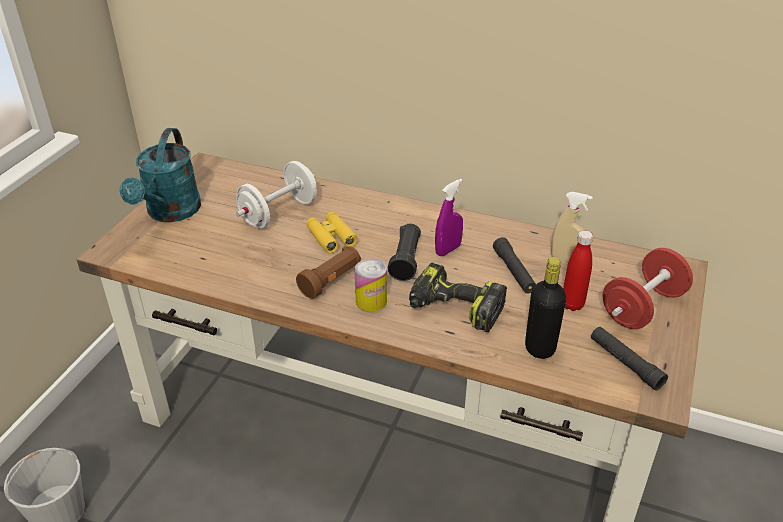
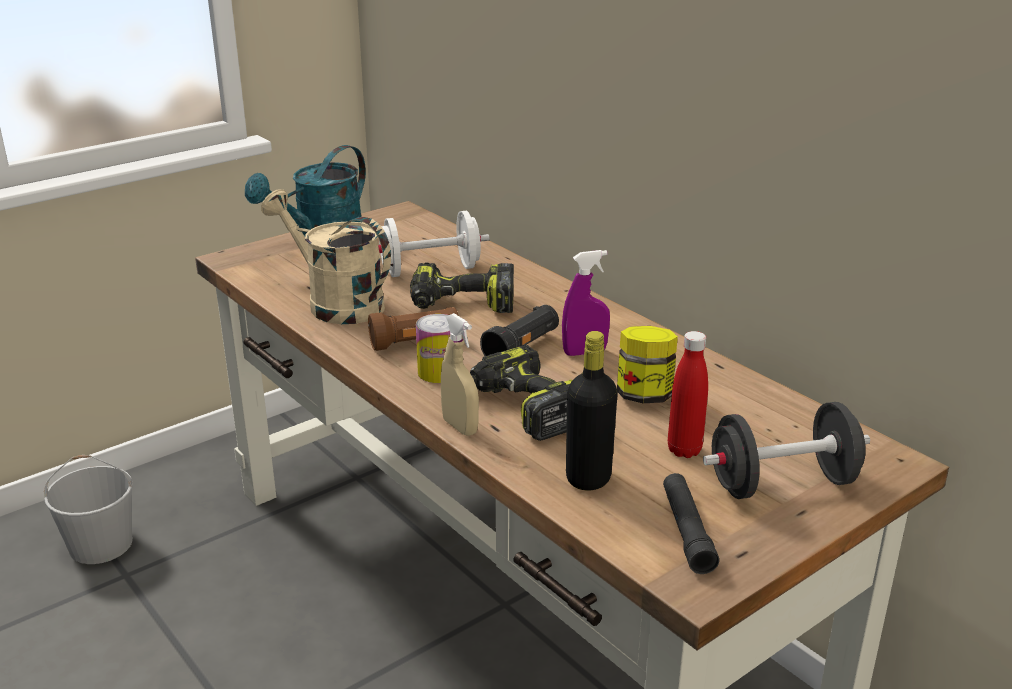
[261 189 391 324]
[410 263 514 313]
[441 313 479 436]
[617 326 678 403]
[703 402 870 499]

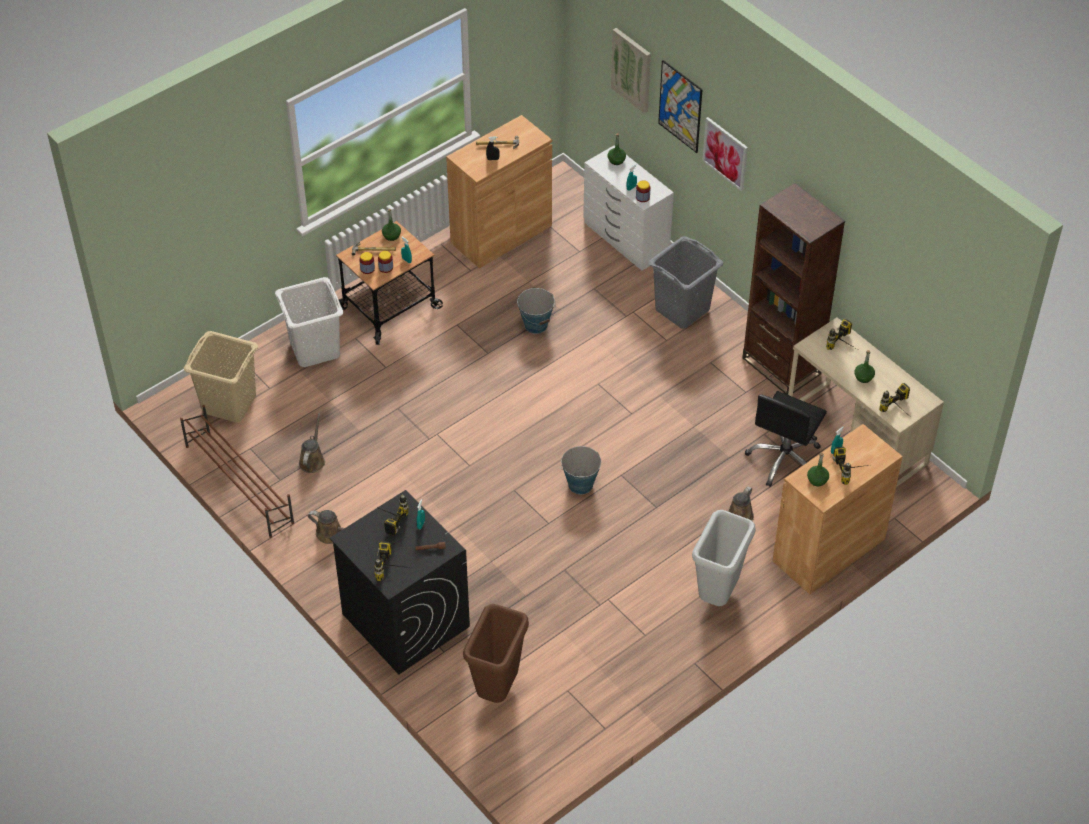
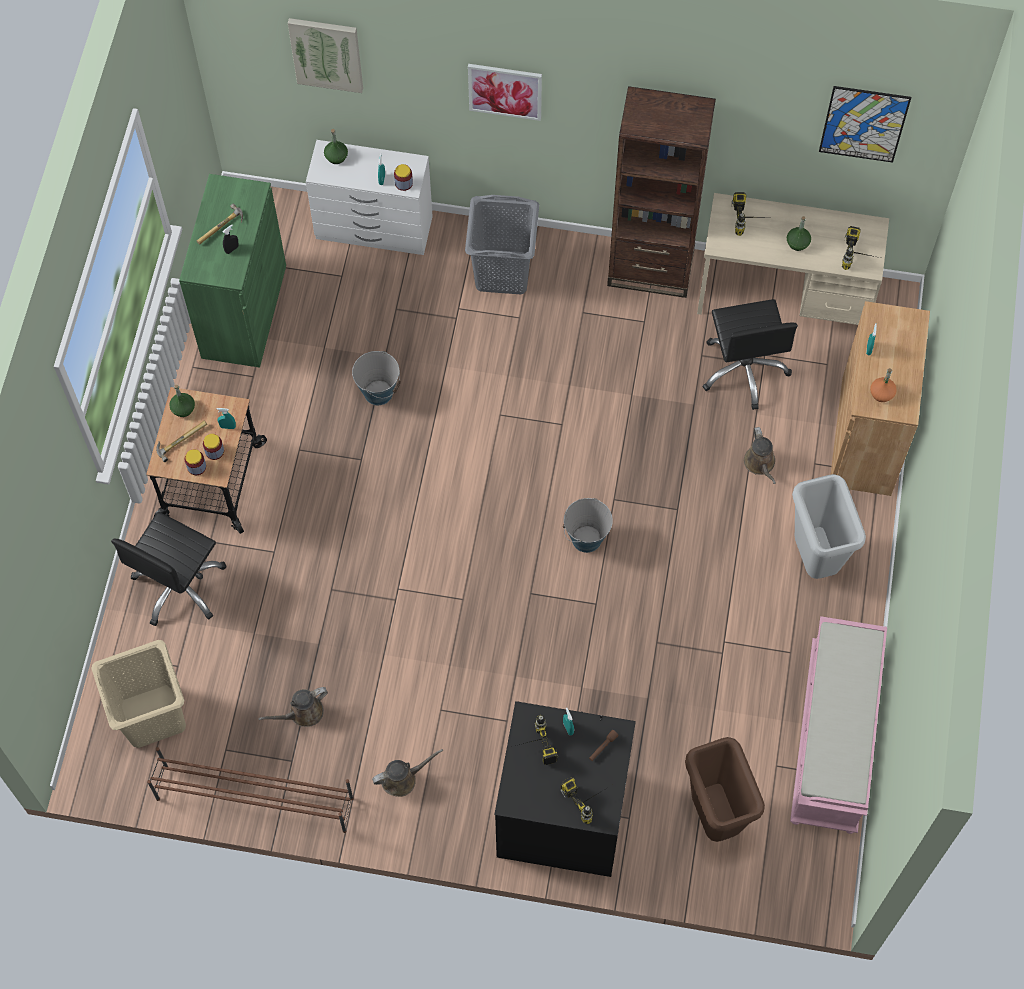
[111 512 227 626]
[179 174 286 368]
[258 687 328 727]
[790 616 887 834]
[819 86 911 163]
[870 368 897 402]
[833 447 868 485] (first image)

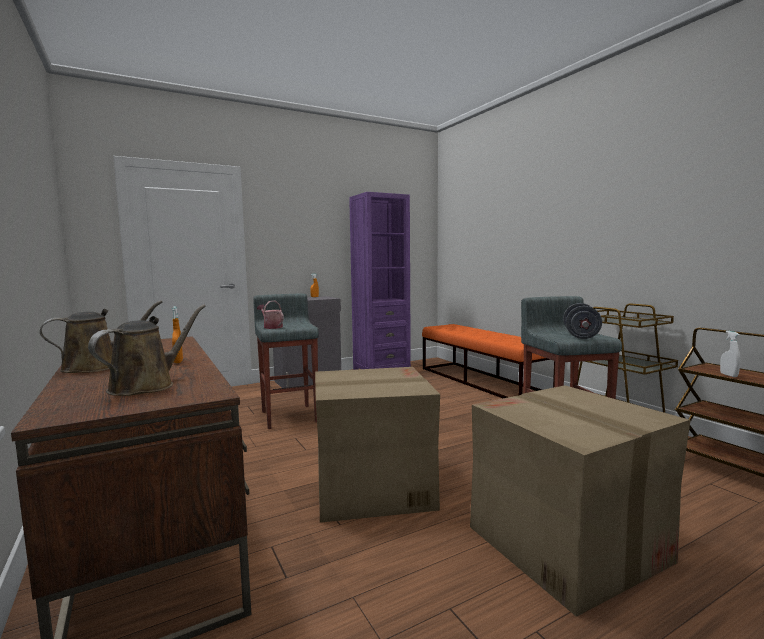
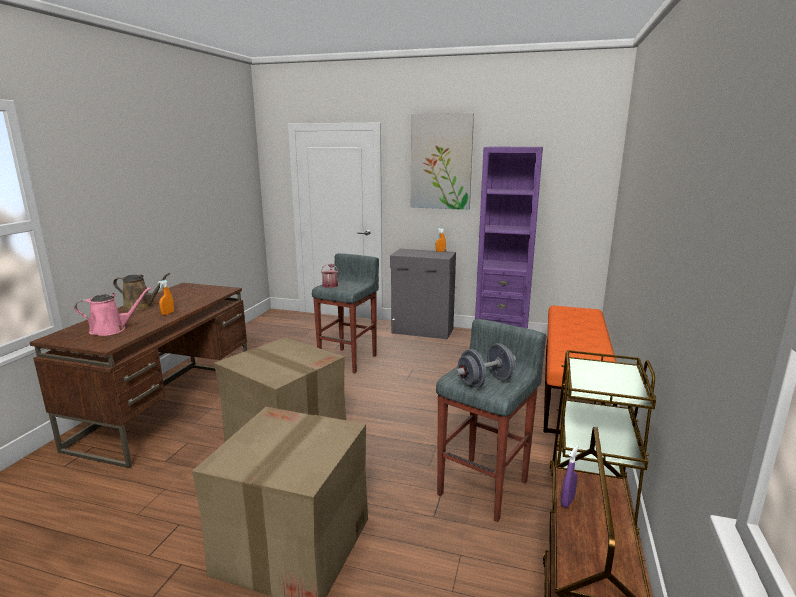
[74 287 152 336]
[411 113 474 210]
[561 445 579 508]

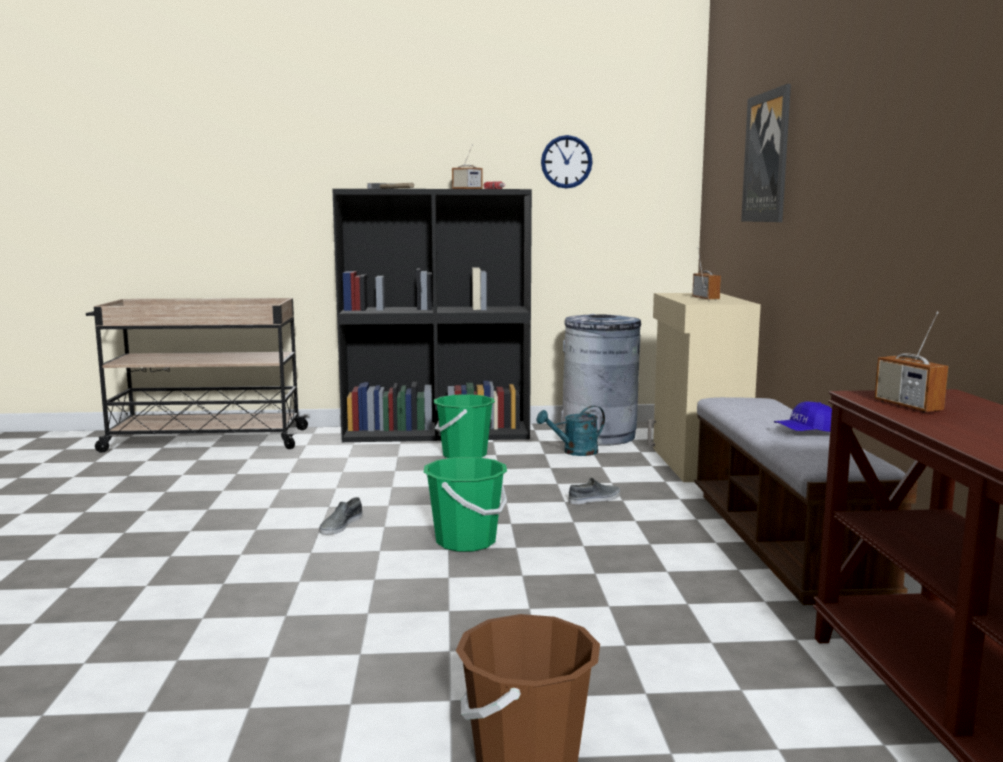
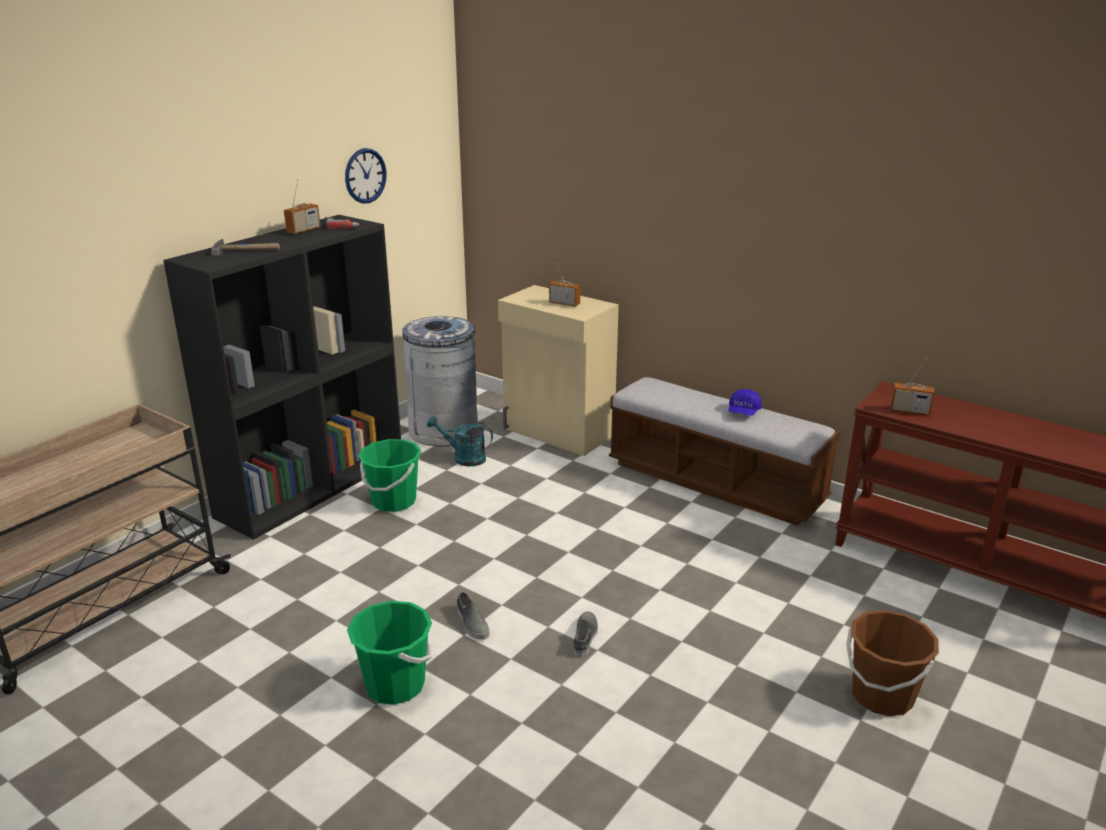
[347 601 432 705]
[427 415 493 466]
[573 611 598 657]
[741 84 791 222] (first image)

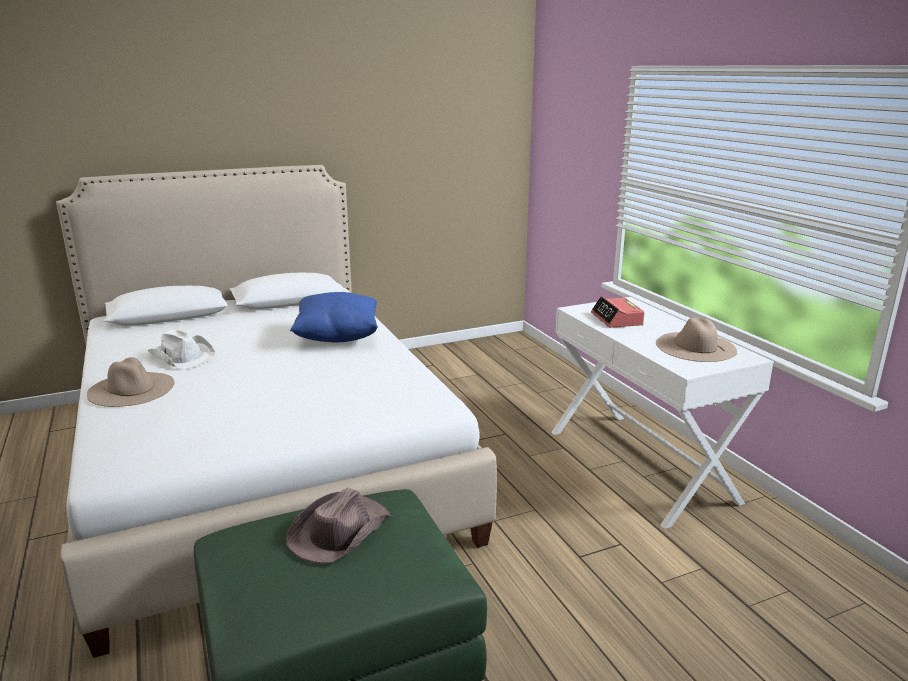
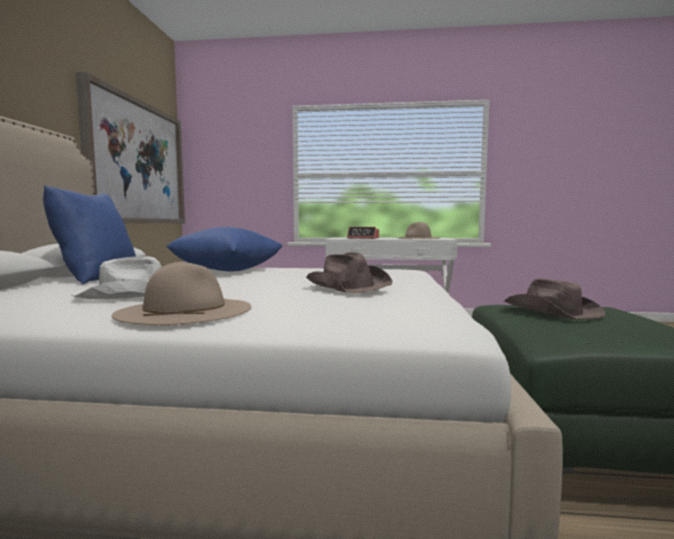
[43 186 136 284]
[76 72 185 223]
[306 252 393 294]

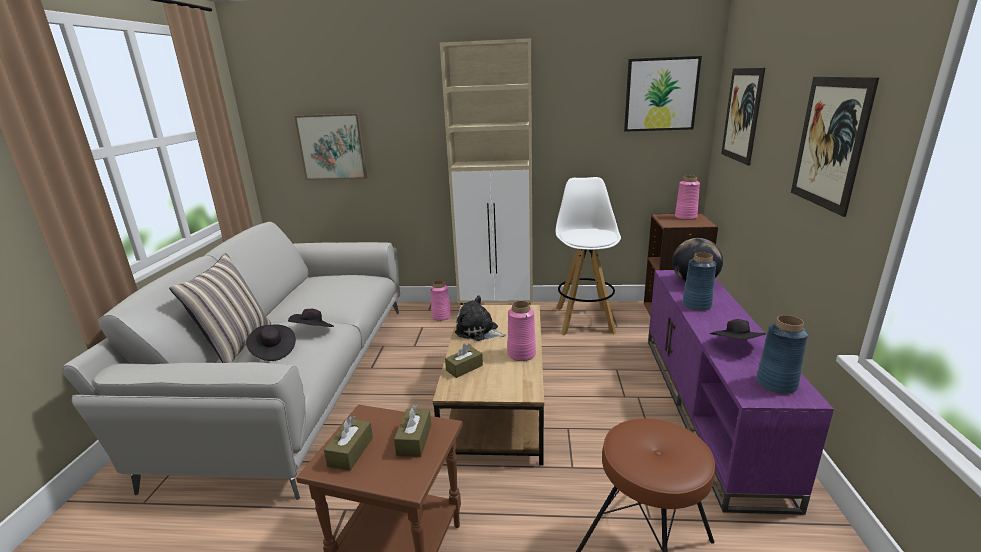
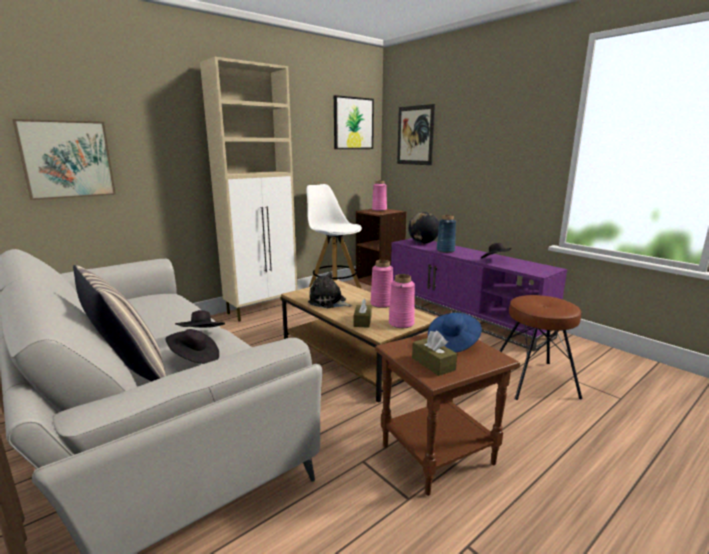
[308 272 353 308]
[389 274 415 328]
[428 313 482 352]
[756 315 808 394] (first image)
[791 76 879 217] (first image)

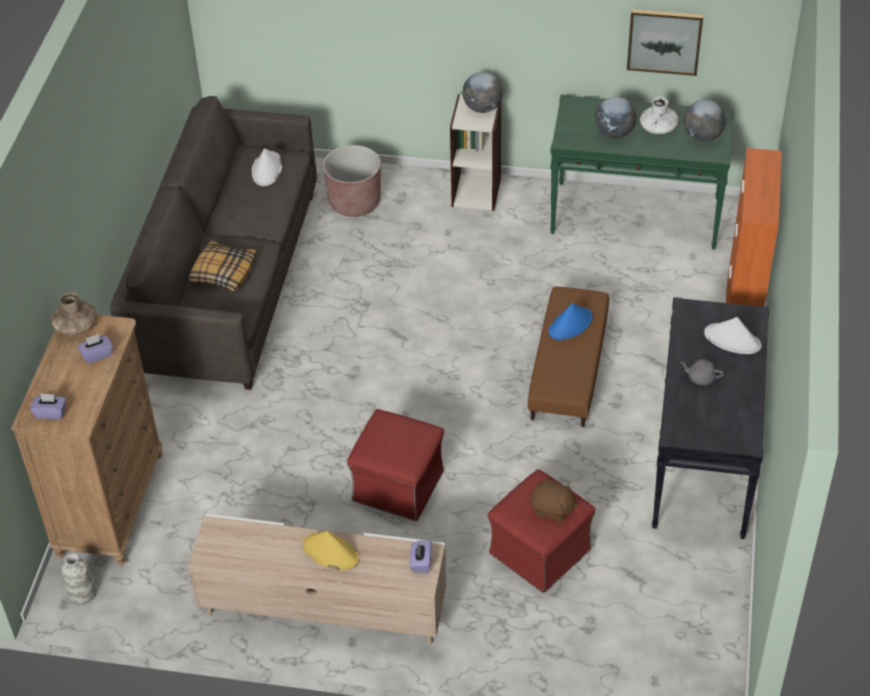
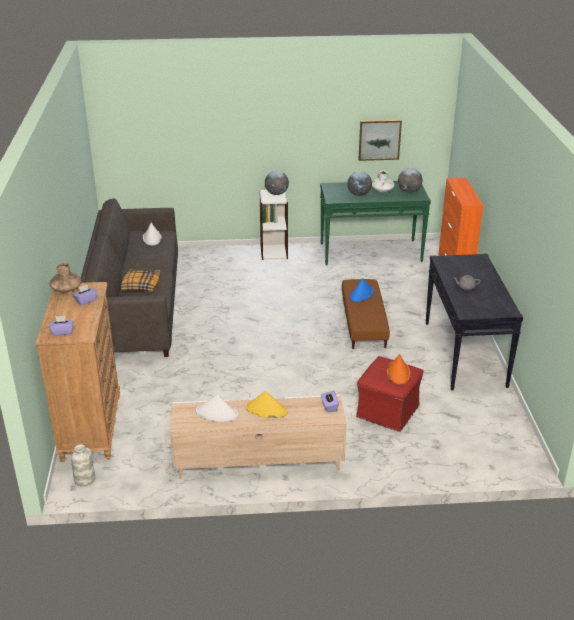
[196 394 238 422]
[387 354 411 384]
[323 145 381 217] (first image)
[347 409 444 521] (first image)

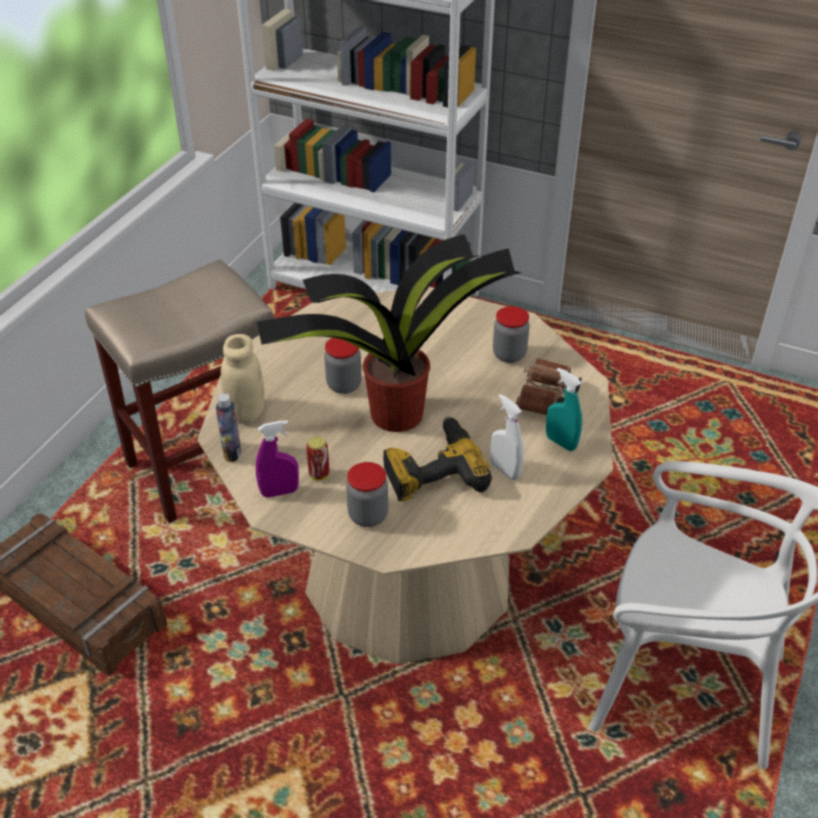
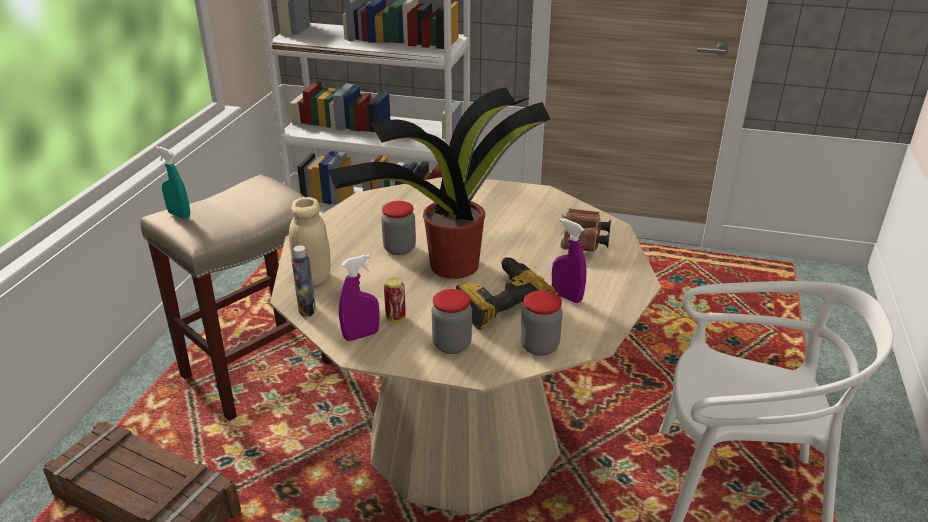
[156 146 190 219]
[521 291 562 356]
[552 218 587 303]

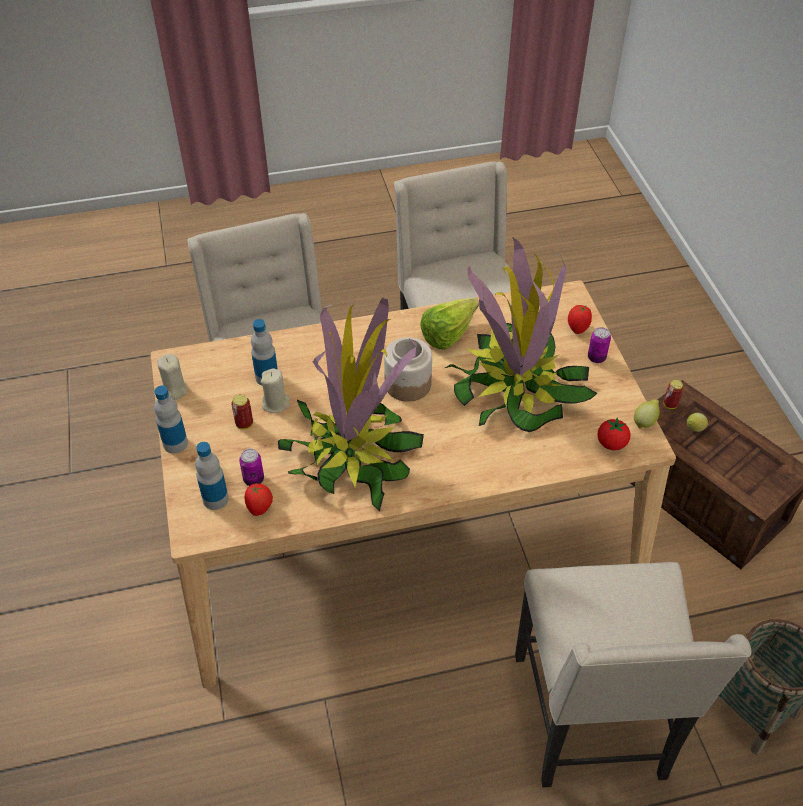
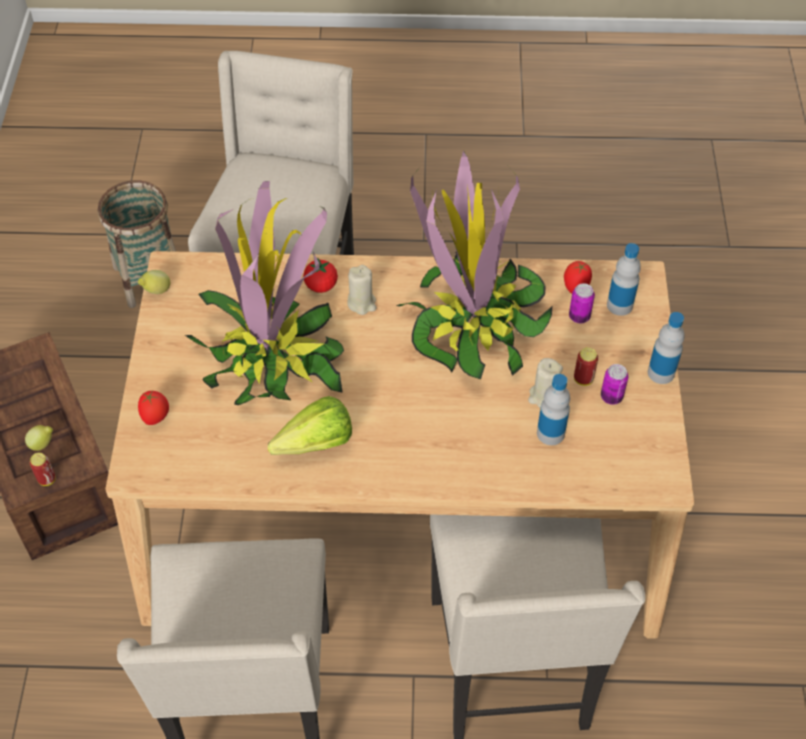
[303 258 338 293]
[348 265 377 315]
[601 364 628 405]
[384 337 432 402] (first image)

